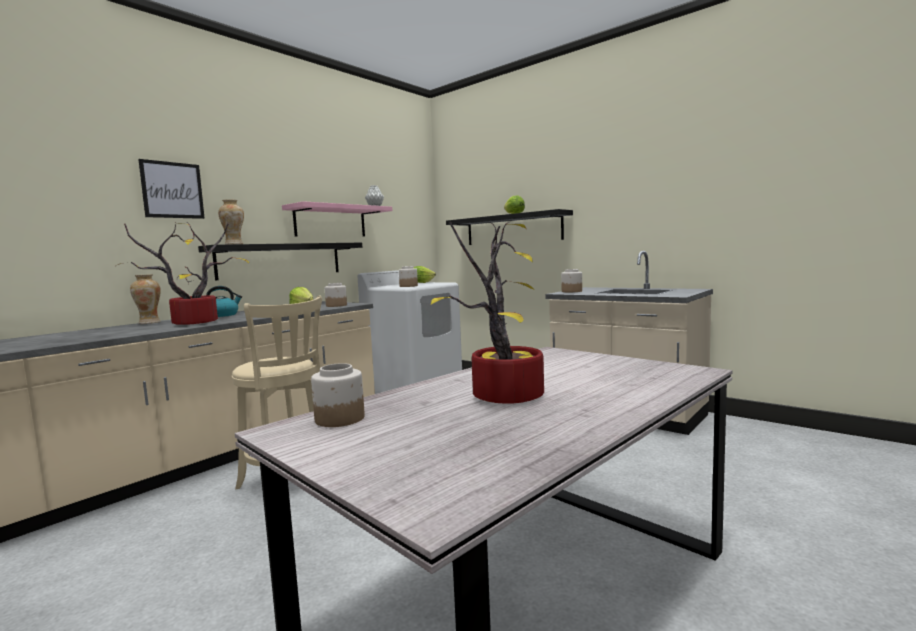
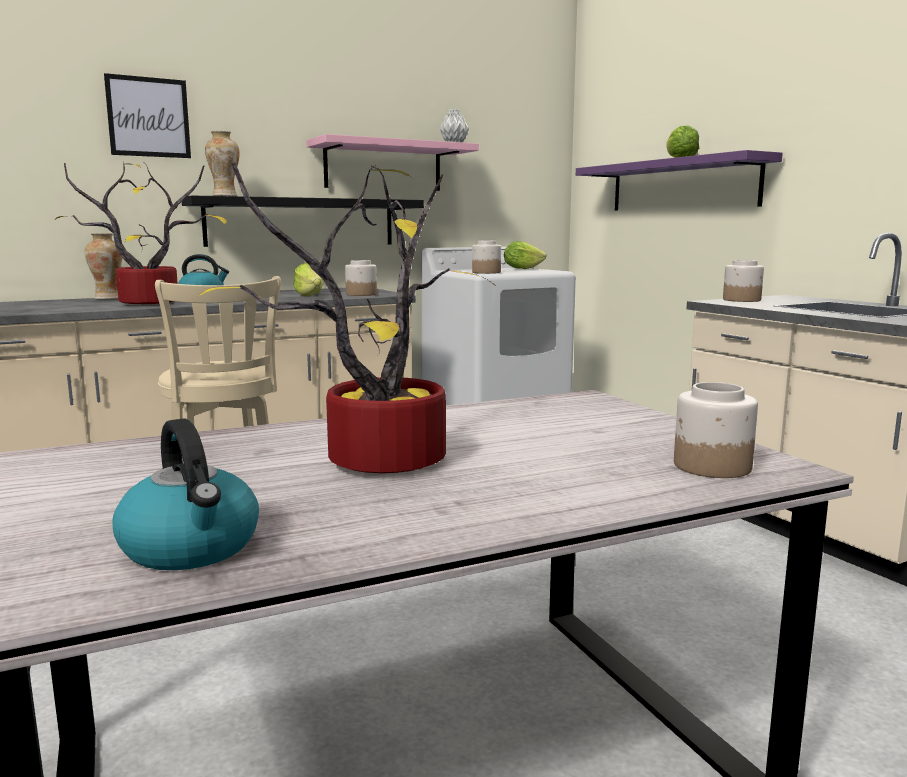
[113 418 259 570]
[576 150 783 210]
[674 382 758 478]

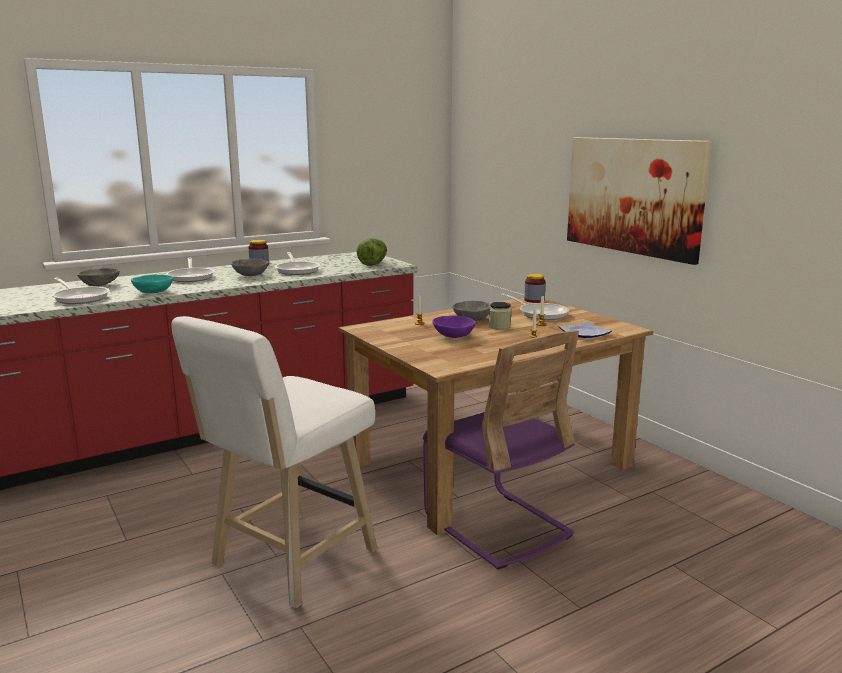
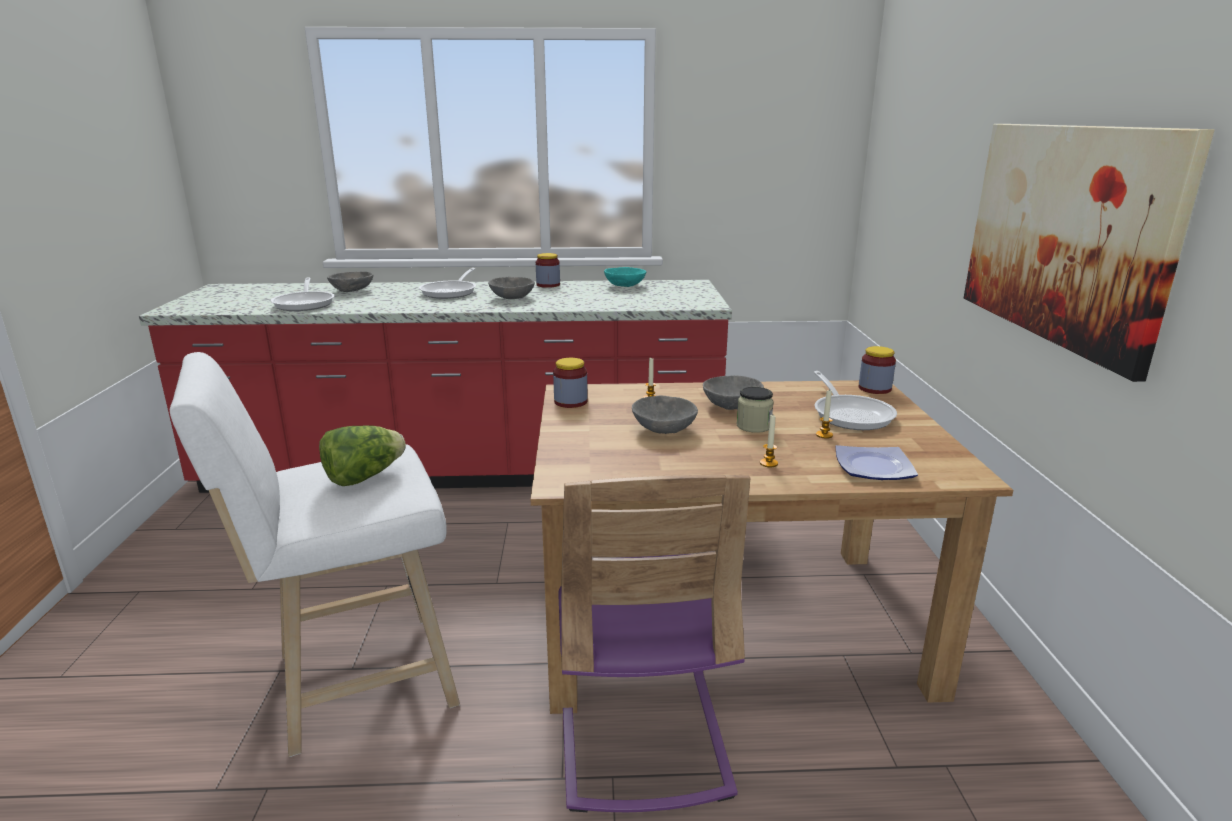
[319 425 406 486]
[553 358 588 408]
[604 267 646 287]
[632 396 698 434]
[275 252 320 275] (first image)

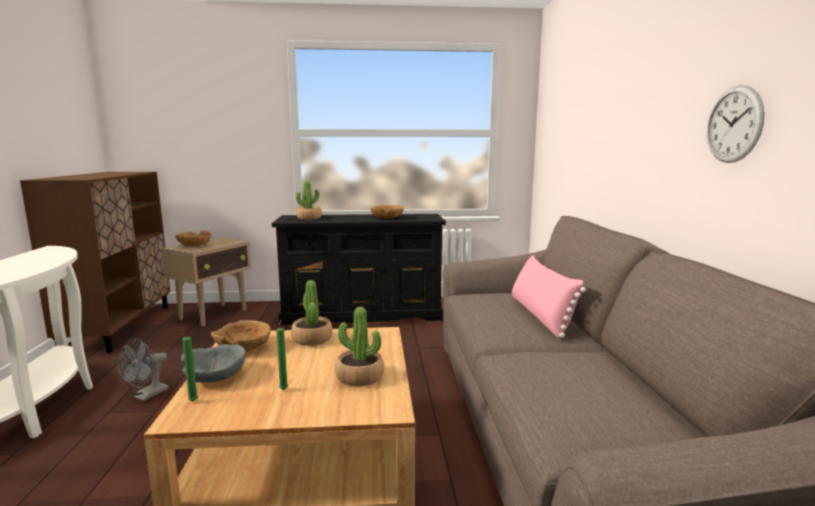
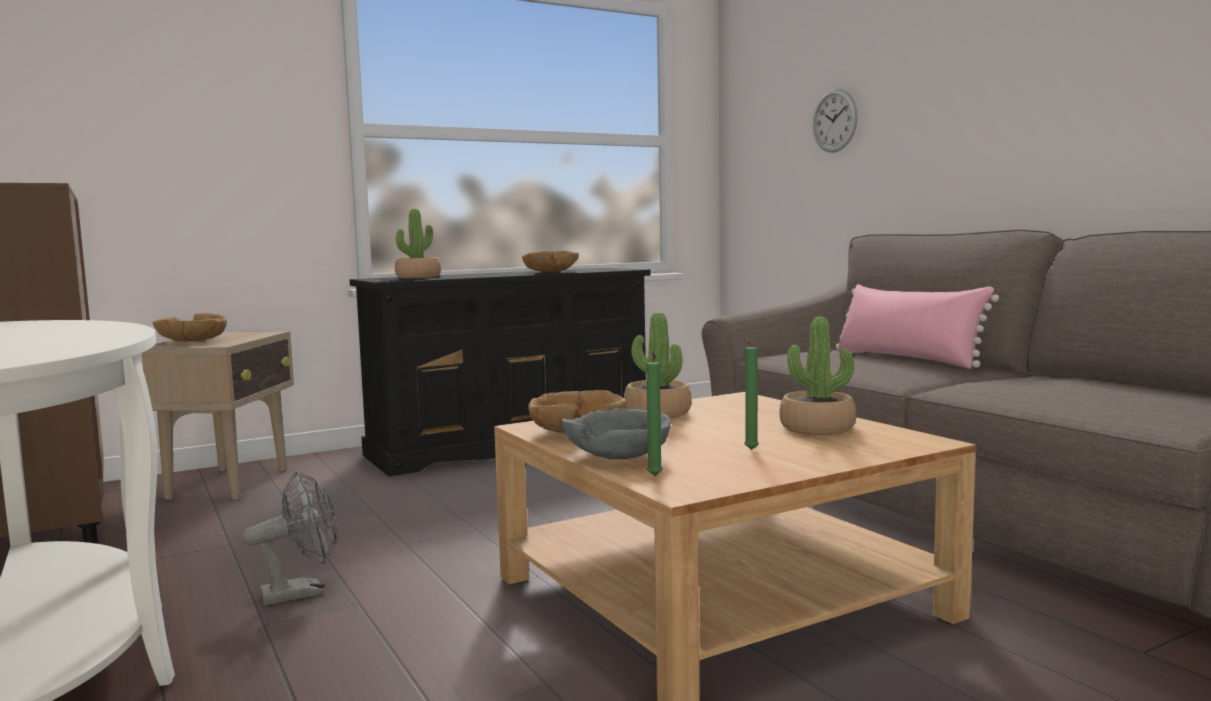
[242 471 338 605]
[813 89 858 152]

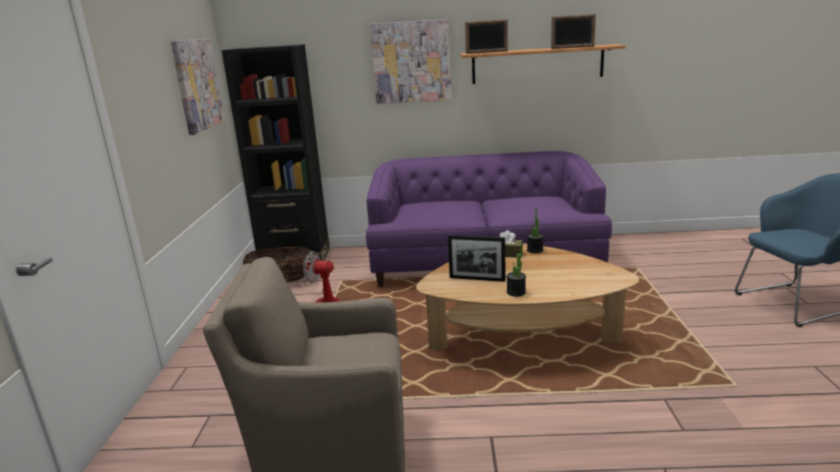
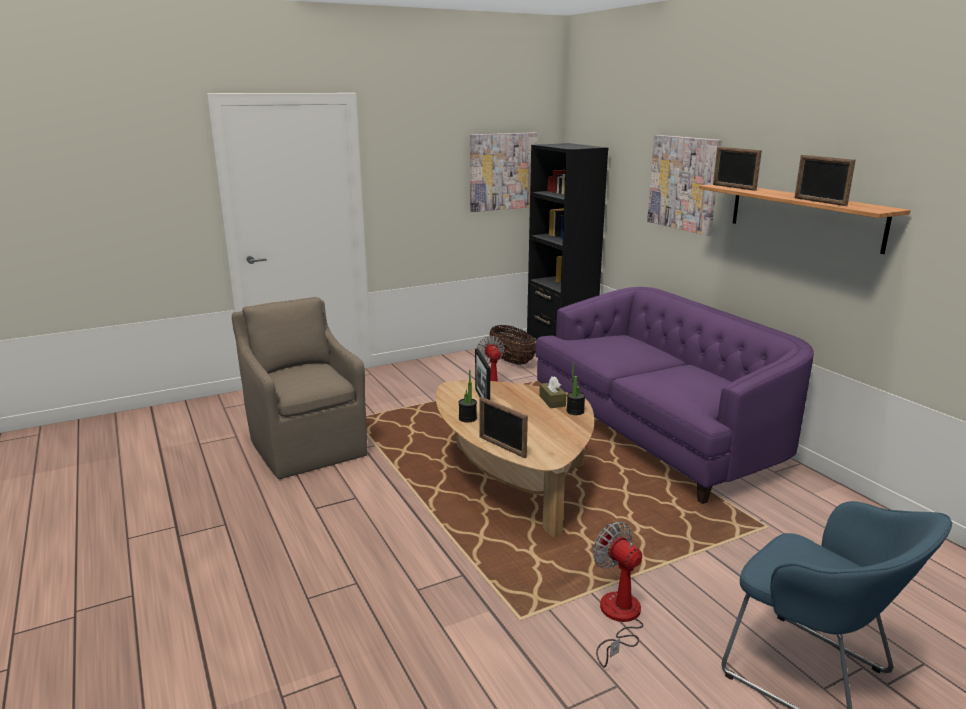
[480 397 528 458]
[593 521 643 668]

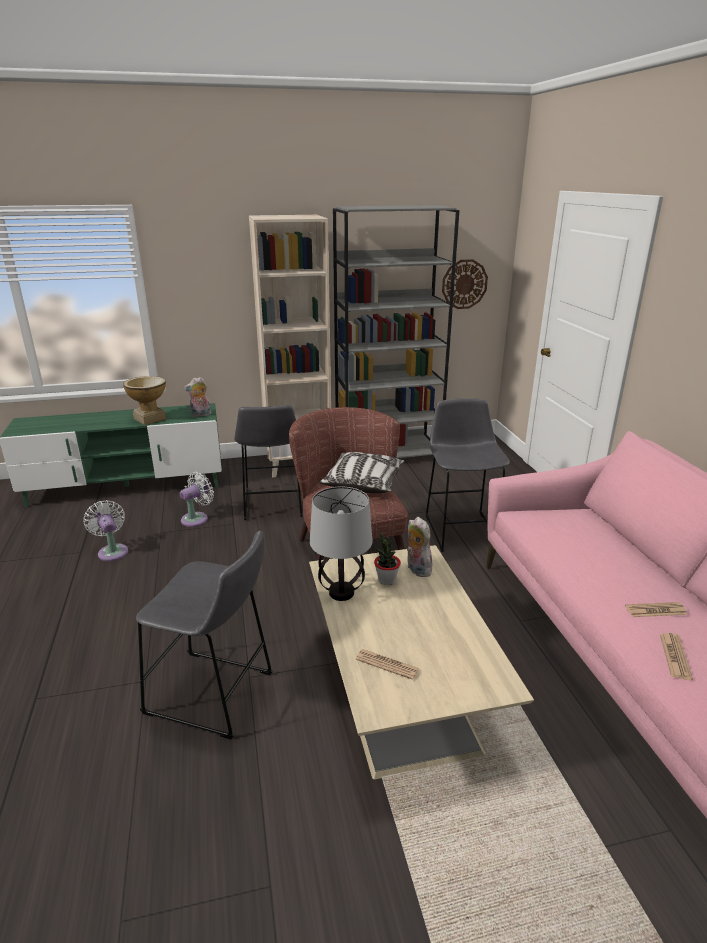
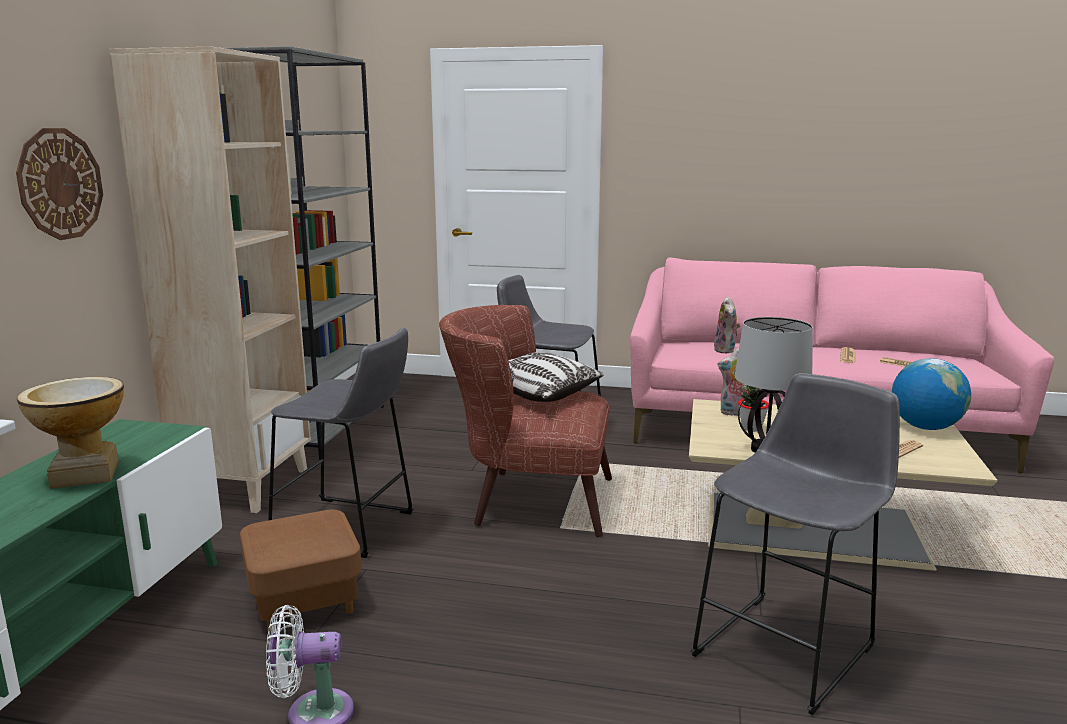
[16 128 103 240]
[240 510 362 632]
[714 296 740 353]
[892 358 971 430]

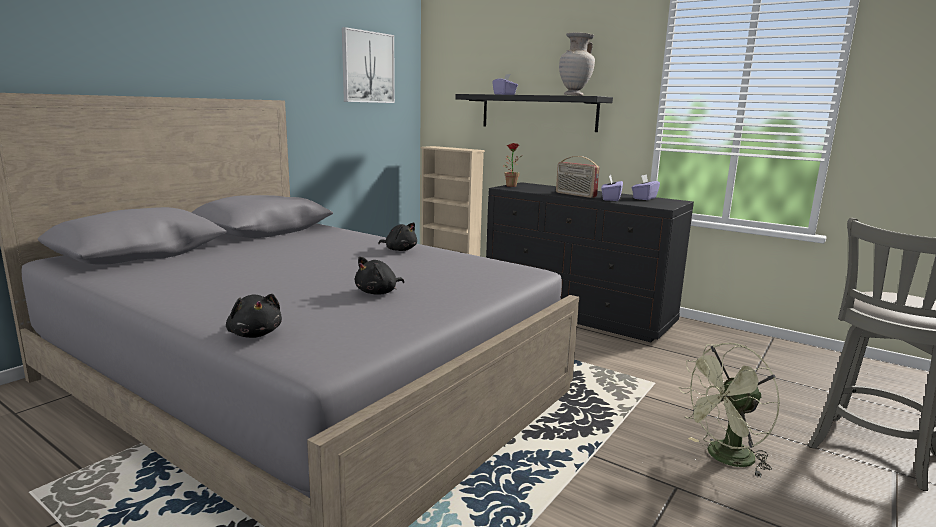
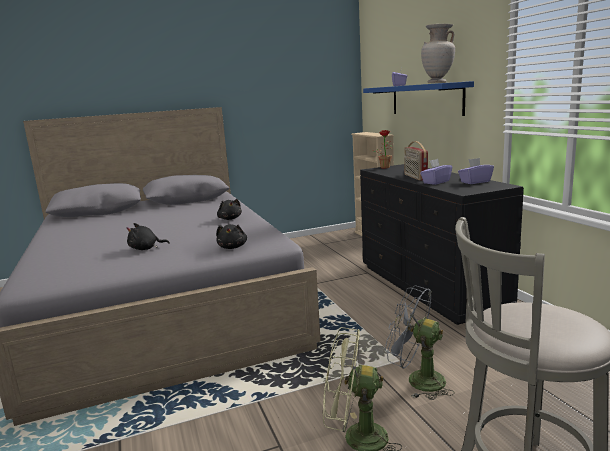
[216 224 247 249]
[363 81 474 116]
[385 285 455 400]
[342 27 395 103] (first image)

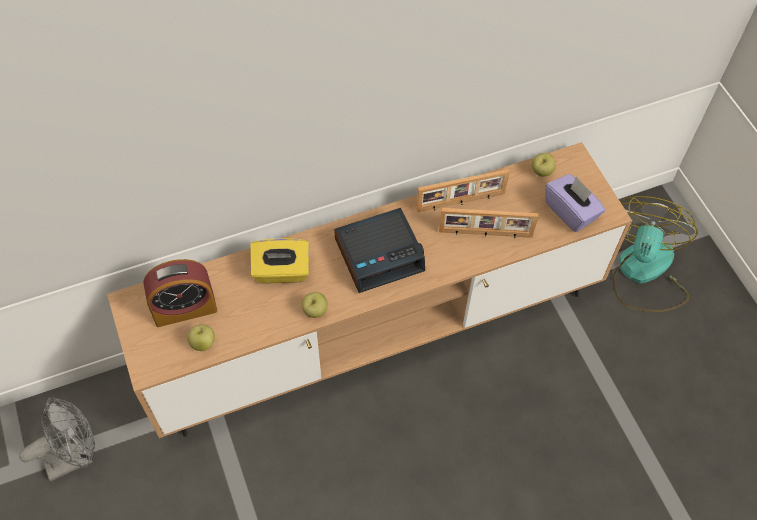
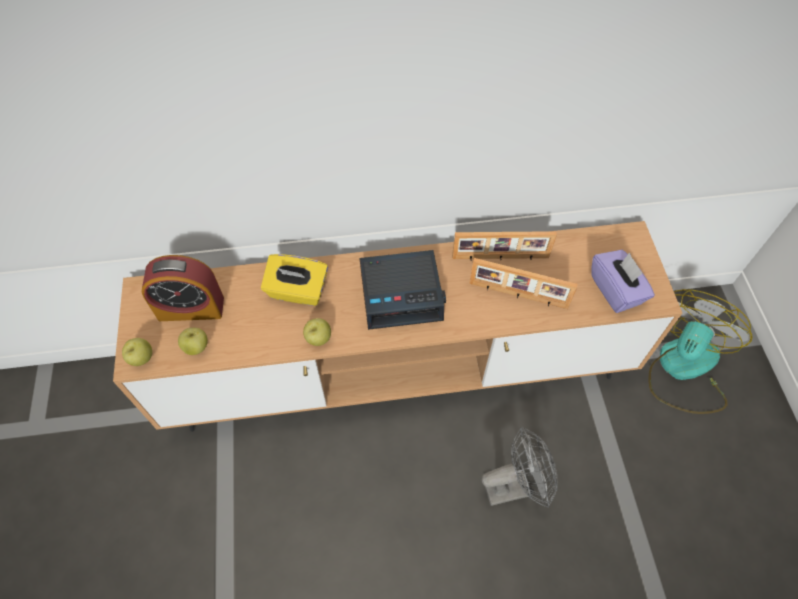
[122 338 152 366]
[482 427 558 508]

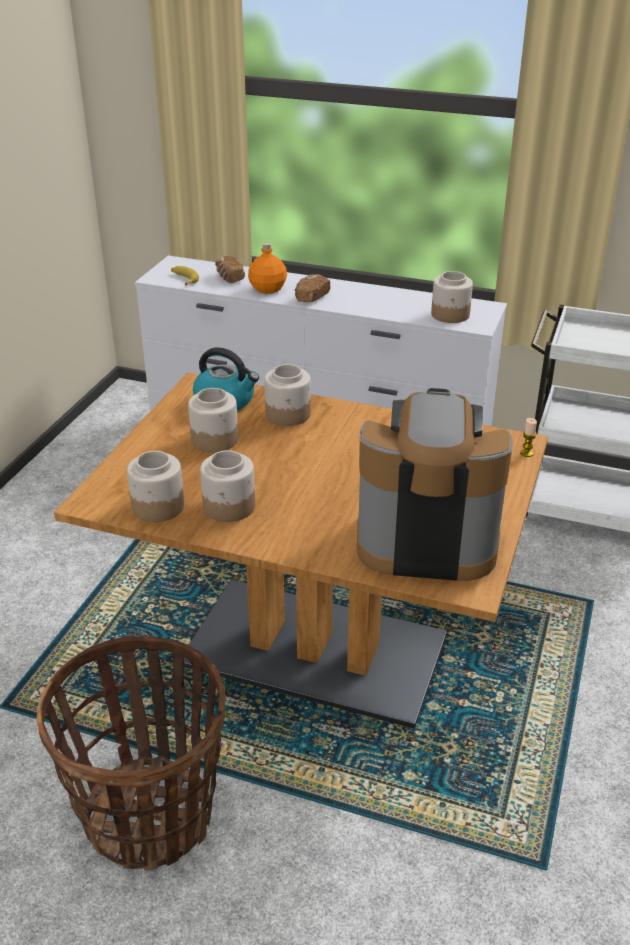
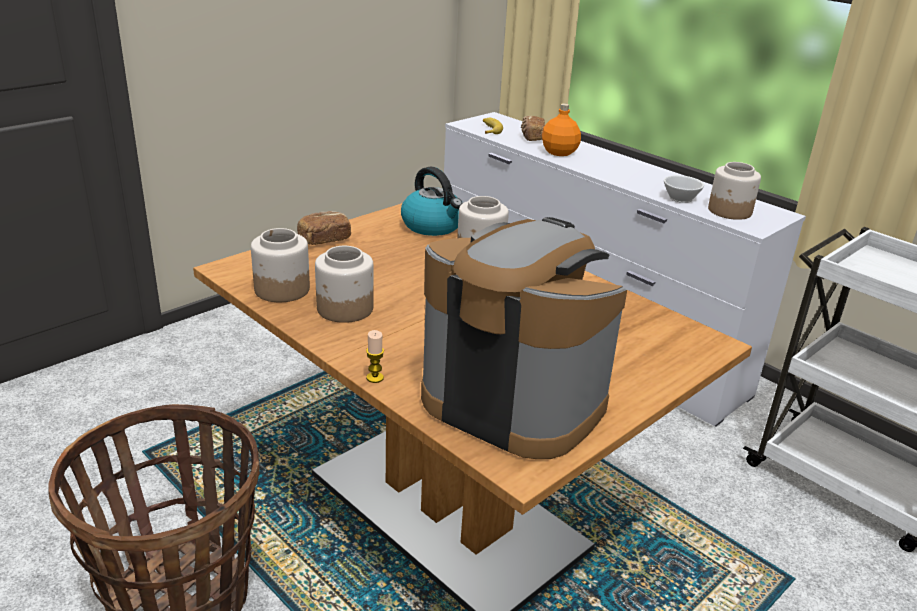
[297 211 351 245]
[366 330 384 383]
[664 175 704 203]
[188 388 238 452] (first image)

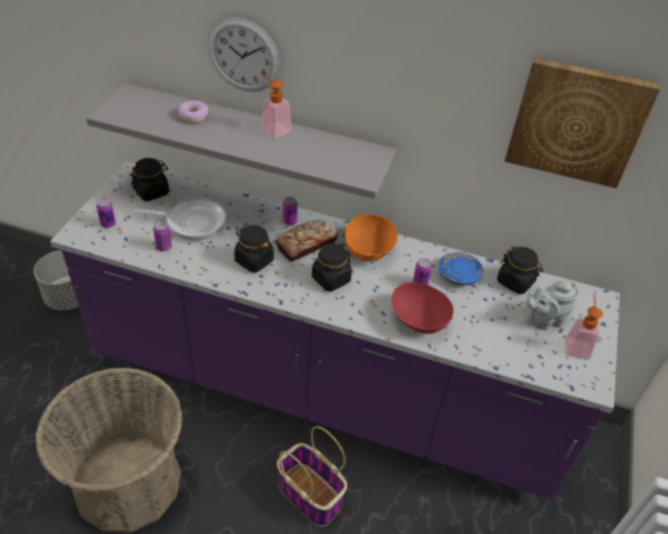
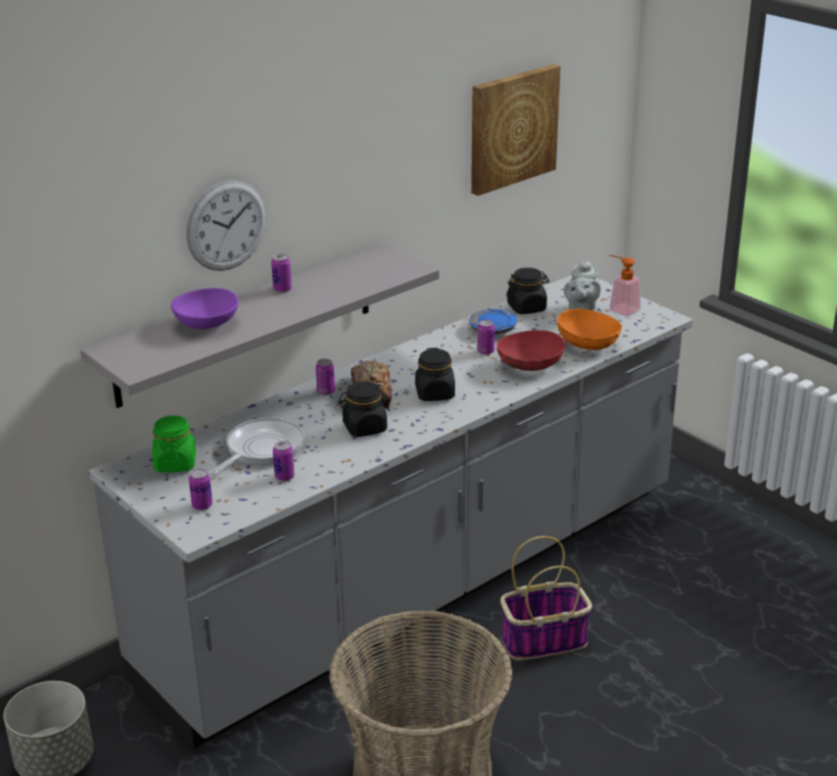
[89 275 693 749]
[152 415 196 472]
[171 288 239 329]
[271 254 292 293]
[557 309 622 350]

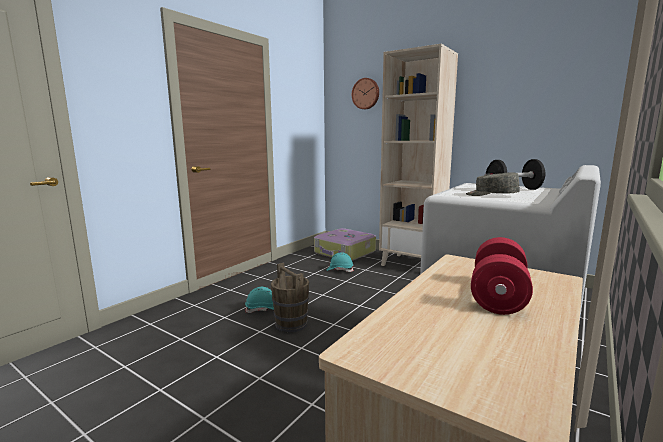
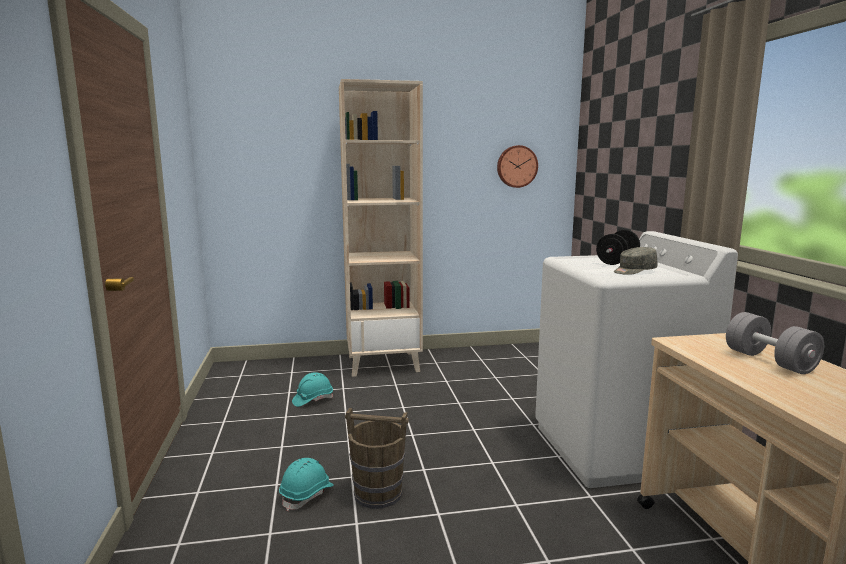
[497 145 538 188]
[726 312 824 374]
[314 228 376 261] (first image)

